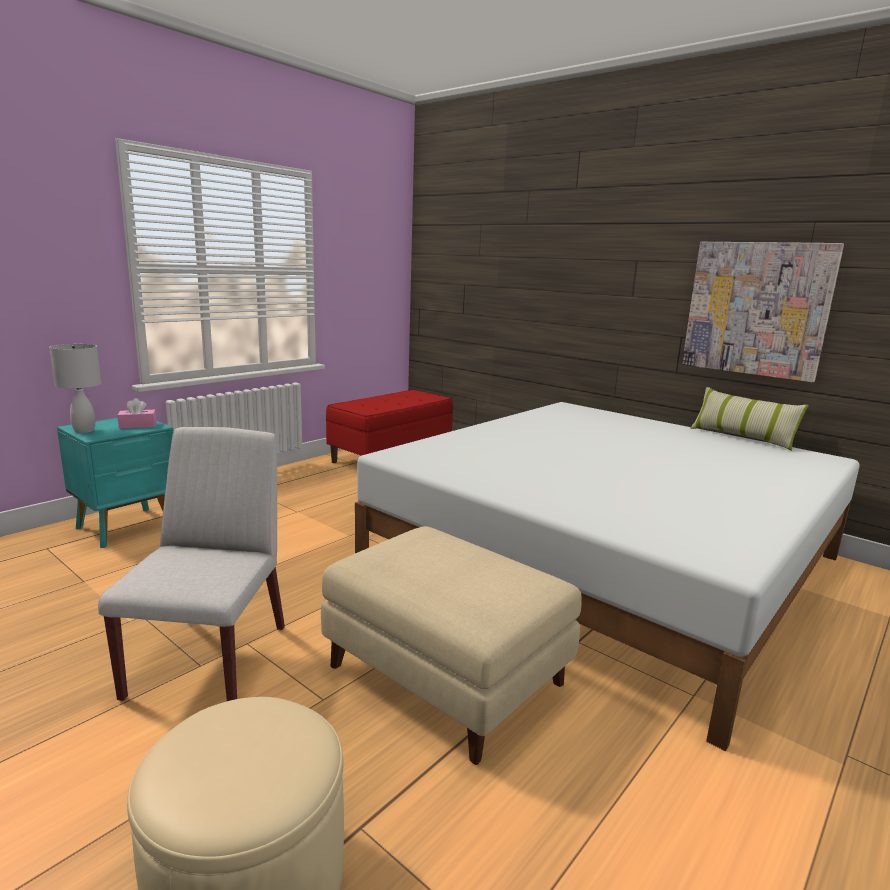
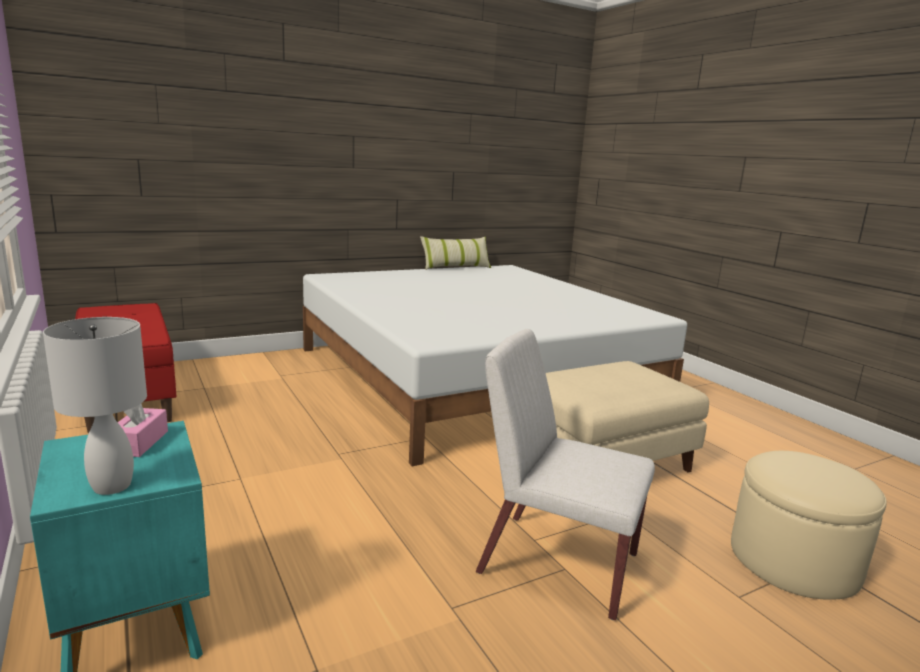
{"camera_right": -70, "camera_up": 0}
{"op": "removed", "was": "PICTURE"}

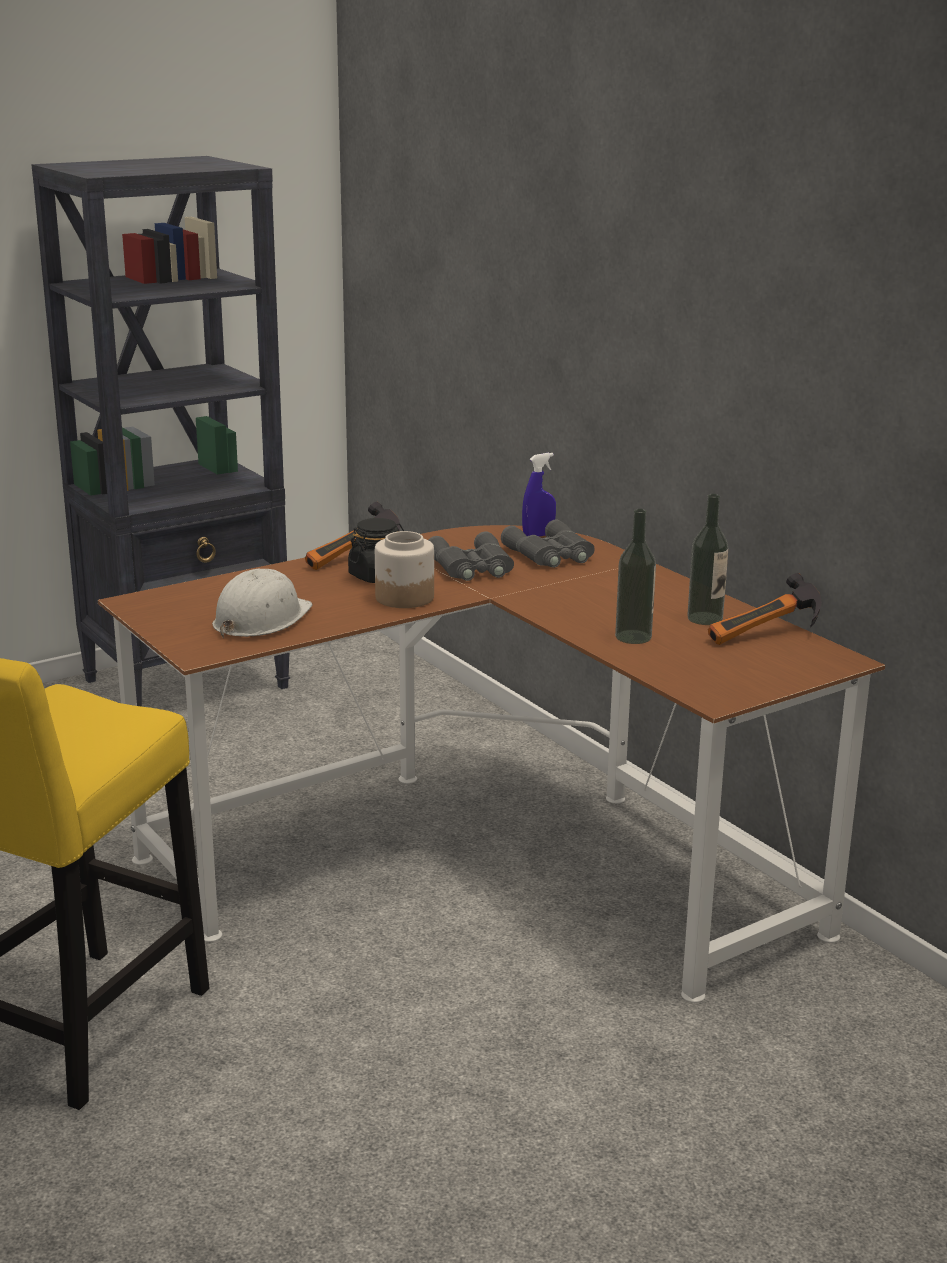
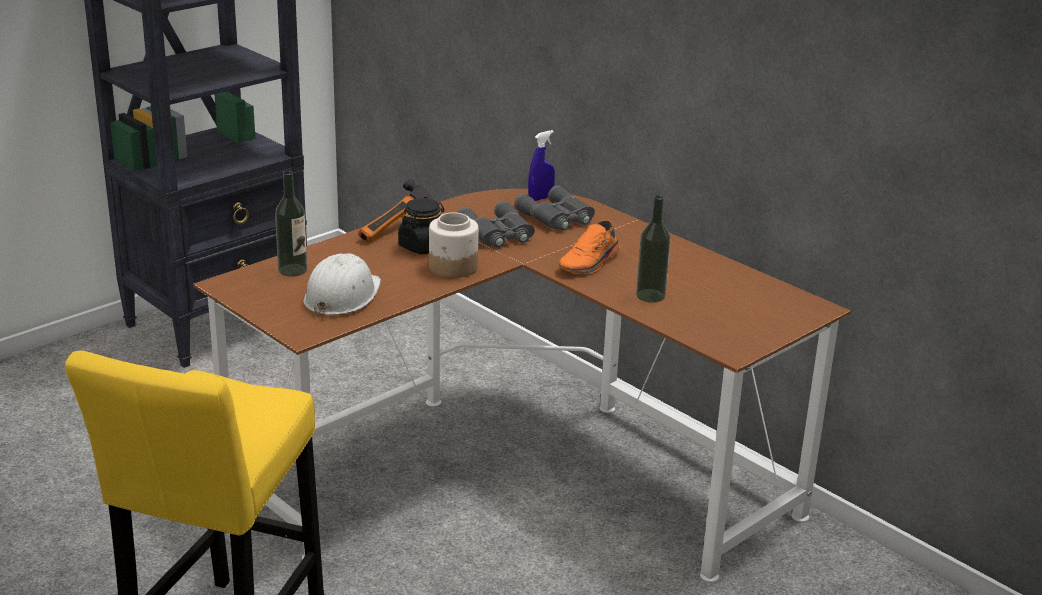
{"camera_right": -10, "camera_up": 5}
{"op": "removed", "was": "HAMMER (2nd from left)"}
{"op": "added", "now": "ORANGE SHOE"}
{"op": "moved", "was": "BOTTLE (2nd from left in the first image)", "now": "BOTTLE (1st from left)"}

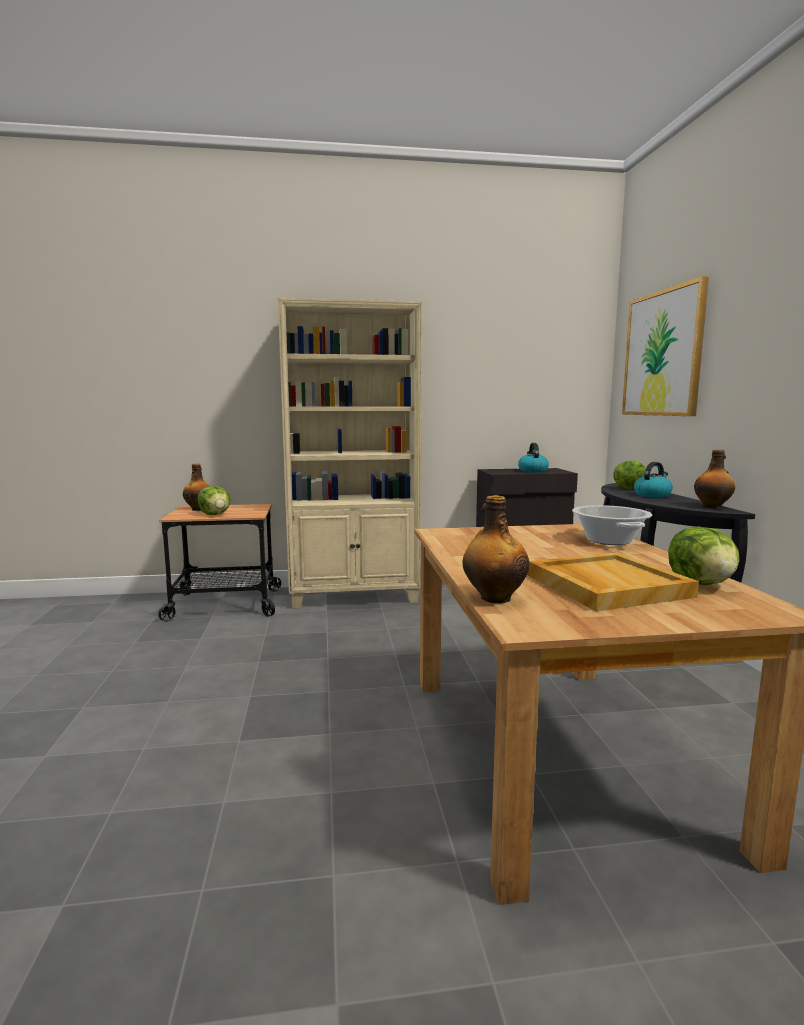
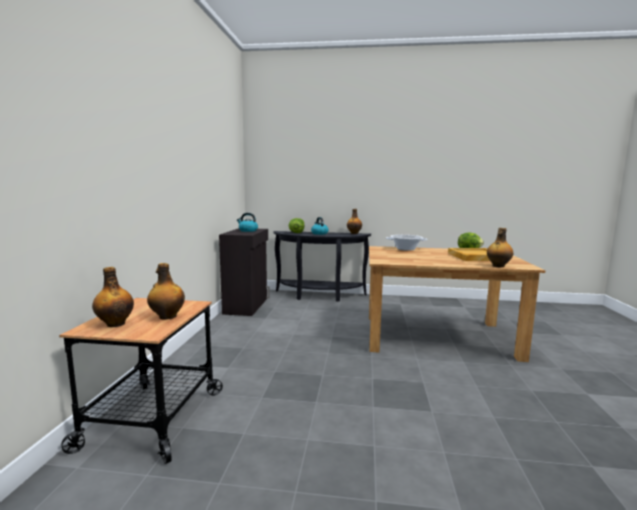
{"camera_right": -75, "camera_up": 0}
{"op": "removed", "was": "BEIGE BOOKCASE"}
{"op": "removed", "was": "PICTURE"}
{"op": "replaced", "was": "LETTUCE (1st from left)", "now": "BOTTLE (2nd from left)"}

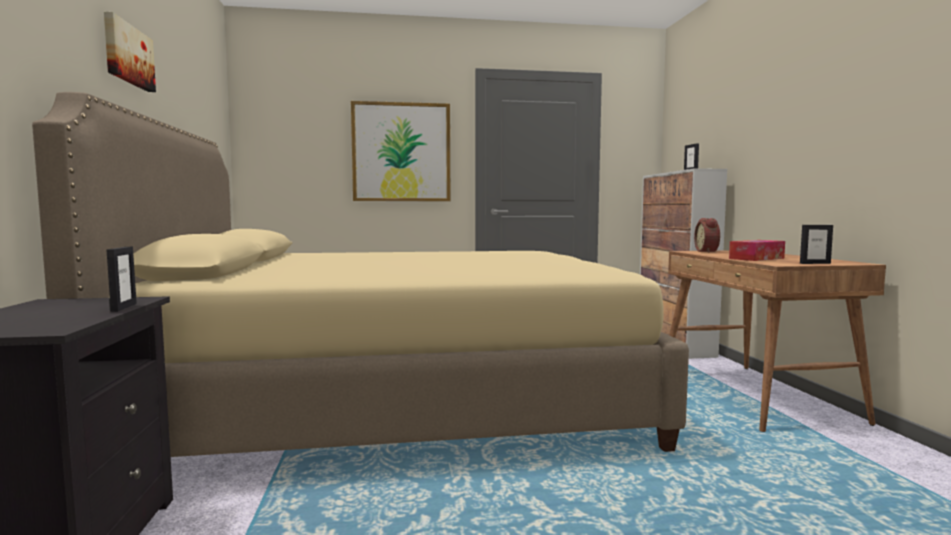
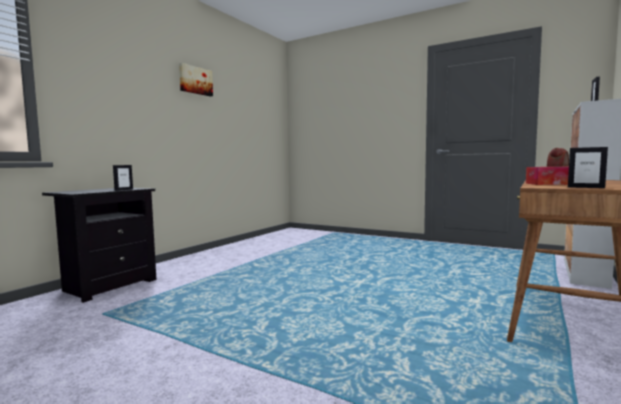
{"camera_right": 40, "camera_up": 0}
{"op": "removed", "was": "BEIGE BED"}
{"op": "removed", "was": "PICTURE (2nd from left)"}

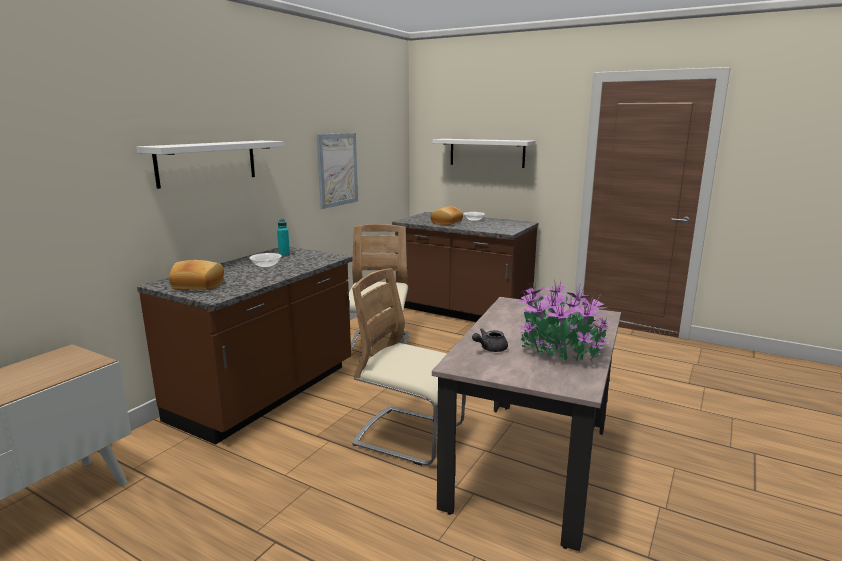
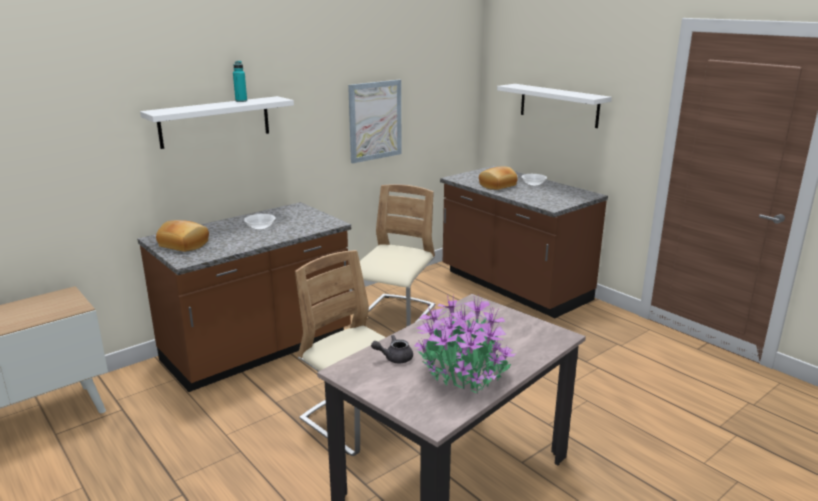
{"camera_right": 20, "camera_up": 5}
{"op": "moved", "was": "TURQUOISE BOTTLE"}

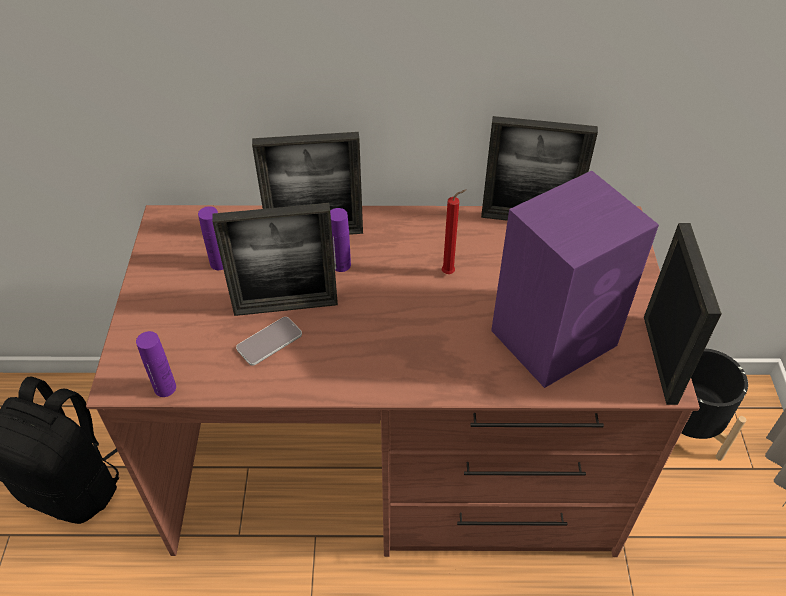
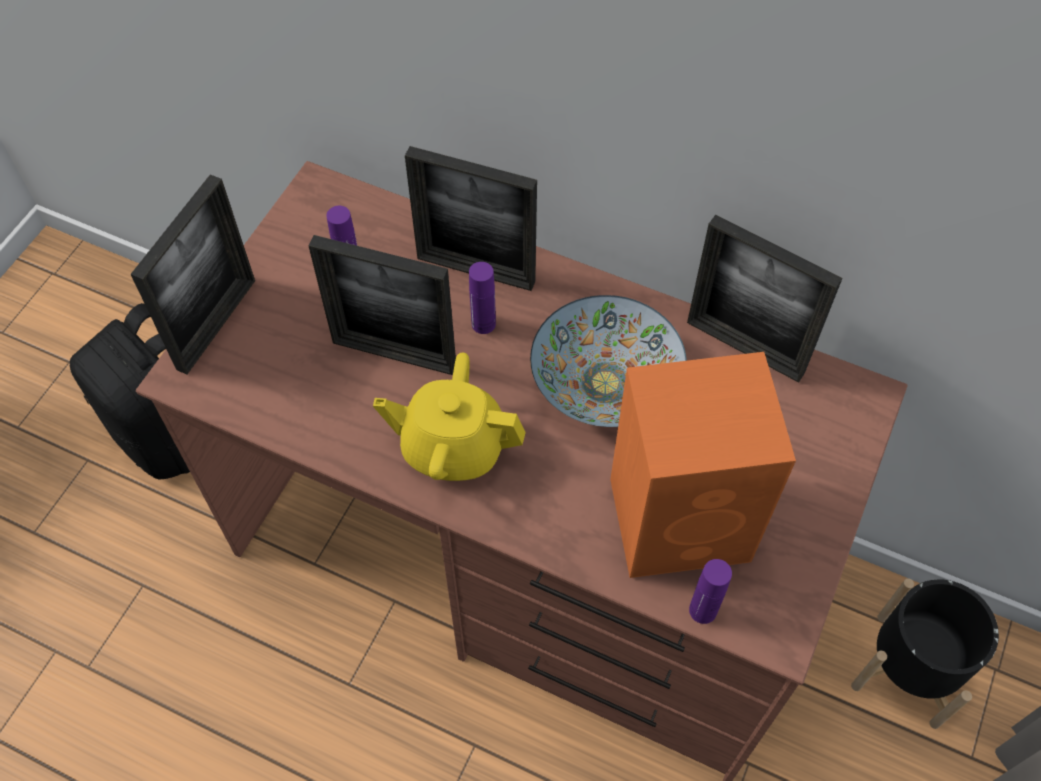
{"camera_right": 25, "camera_up": 10}
{"op": "removed", "was": "PHONE"}
{"op": "added", "now": "YELLOW TEAPOT"}
{"op": "moved", "was": "PURPLE BOTTLE (1st from left in the first image)", "now": "PURPLE BOTTLE (3rd from left)"}
{"op": "moved", "was": "PICTURE FRAME (4th from left in the first image)", "now": "PICTURE FRAME (1st from left)"}
{"op": "replaced", "was": "RED CANDLE", "now": "BOWL"}
{"op": "recoloured", "was": "PURPLE SPEAKER", "now": "ORANGE SPEAKER"}

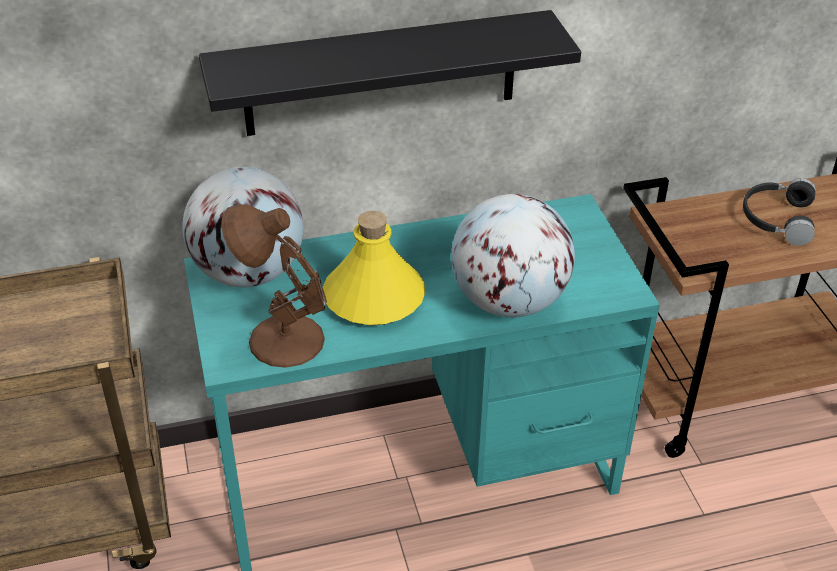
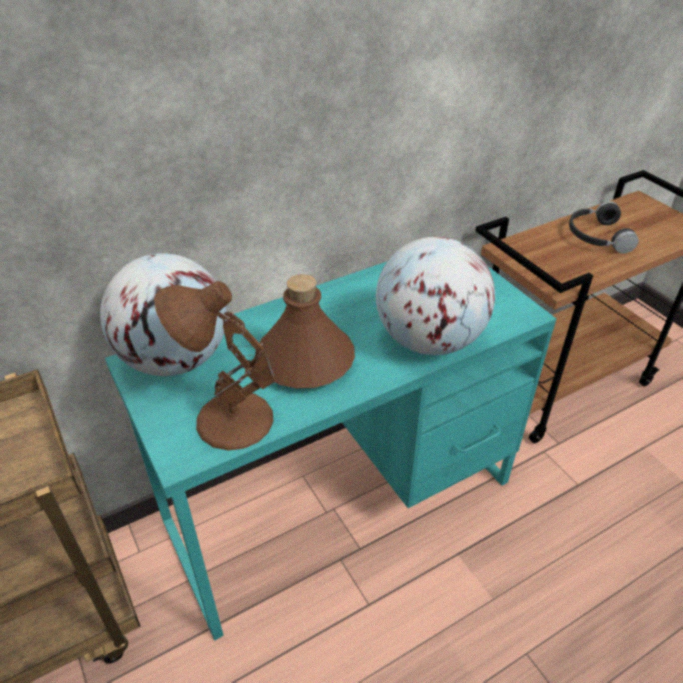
{"camera_right": -15, "camera_up": 0}
{"op": "removed", "was": "BLACK SHELF"}
{"op": "recoloured", "was": "YELLOW BOTTLE", "now": "BROWN BOTTLE"}

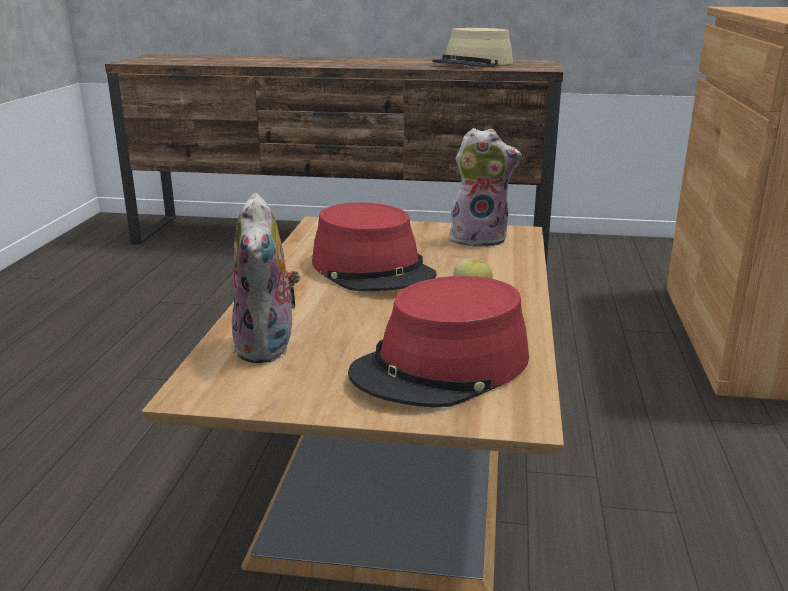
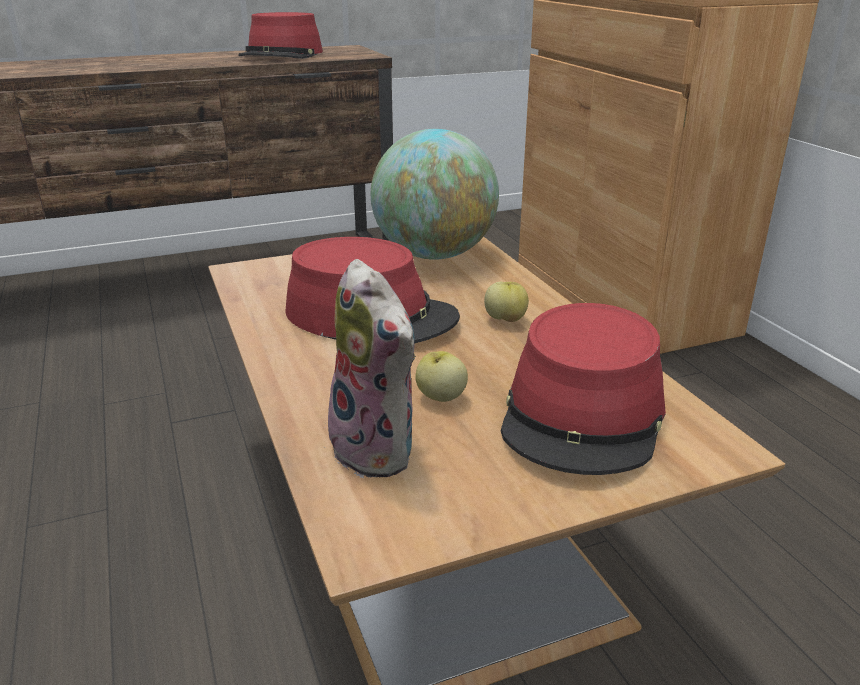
{"camera_right": -30, "camera_up": 5}
{"op": "added", "now": "APPLE (1st from left)"}
{"op": "replaced", "was": "PLUSH TOY (2nd from left)", "now": "GLOBE"}
{"op": "recoloured", "was": "BEIGE HAT", "now": "RED HAT (1st from left)"}

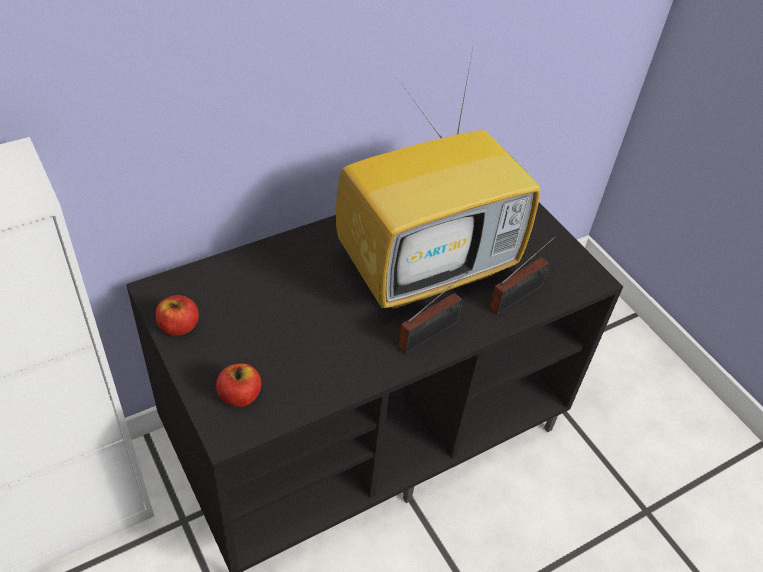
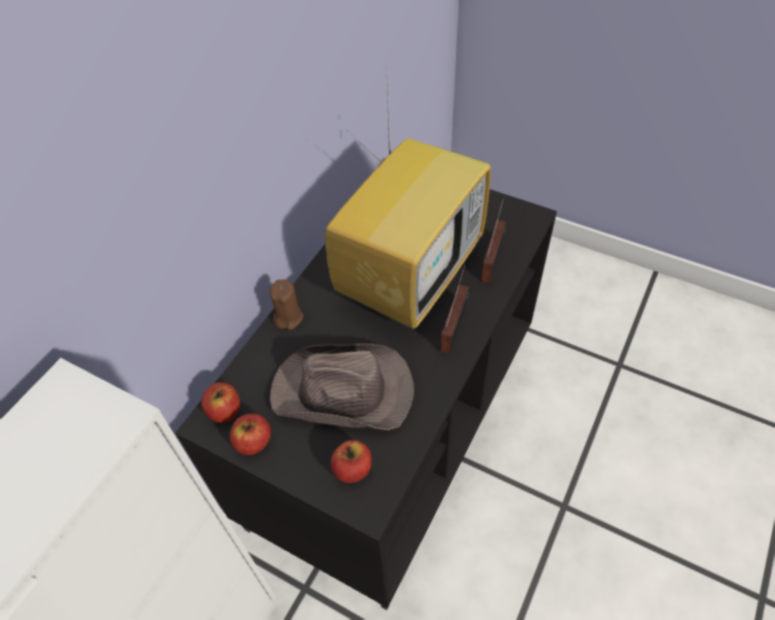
{"camera_right": -25, "camera_up": 5}
{"op": "added", "now": "APPLE (1st from left)"}
{"op": "added", "now": "BROWN CANDLE"}
{"op": "added", "now": "BROWN HAT"}

